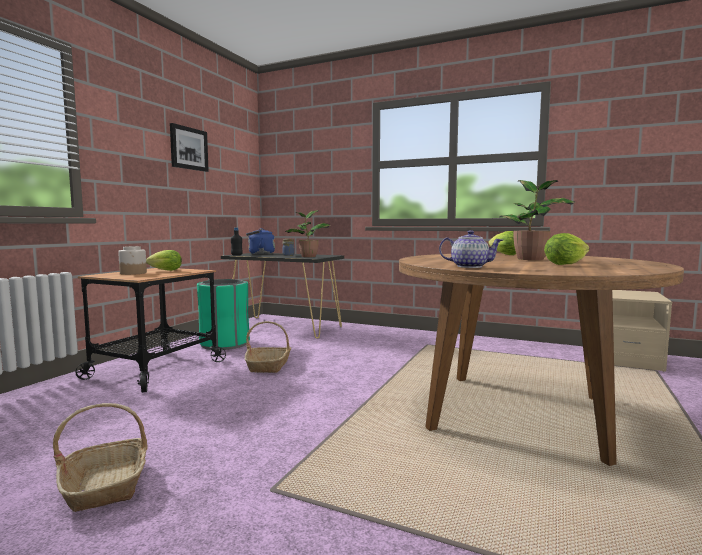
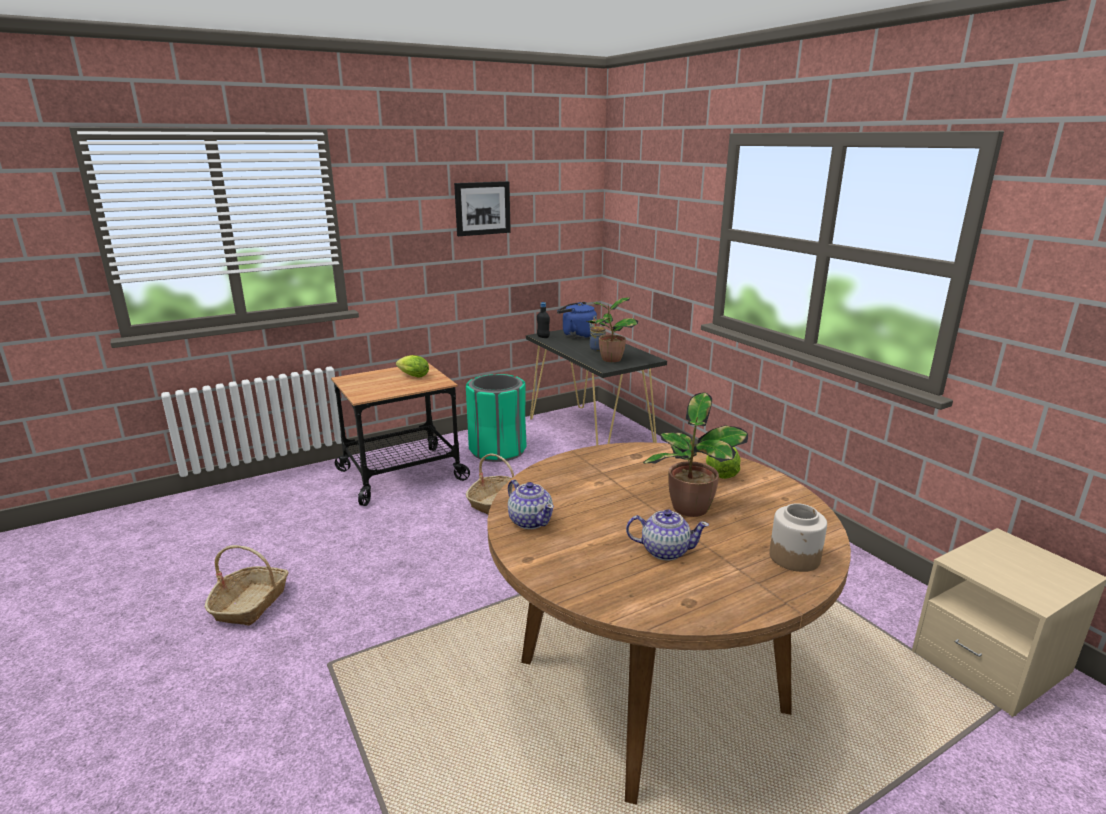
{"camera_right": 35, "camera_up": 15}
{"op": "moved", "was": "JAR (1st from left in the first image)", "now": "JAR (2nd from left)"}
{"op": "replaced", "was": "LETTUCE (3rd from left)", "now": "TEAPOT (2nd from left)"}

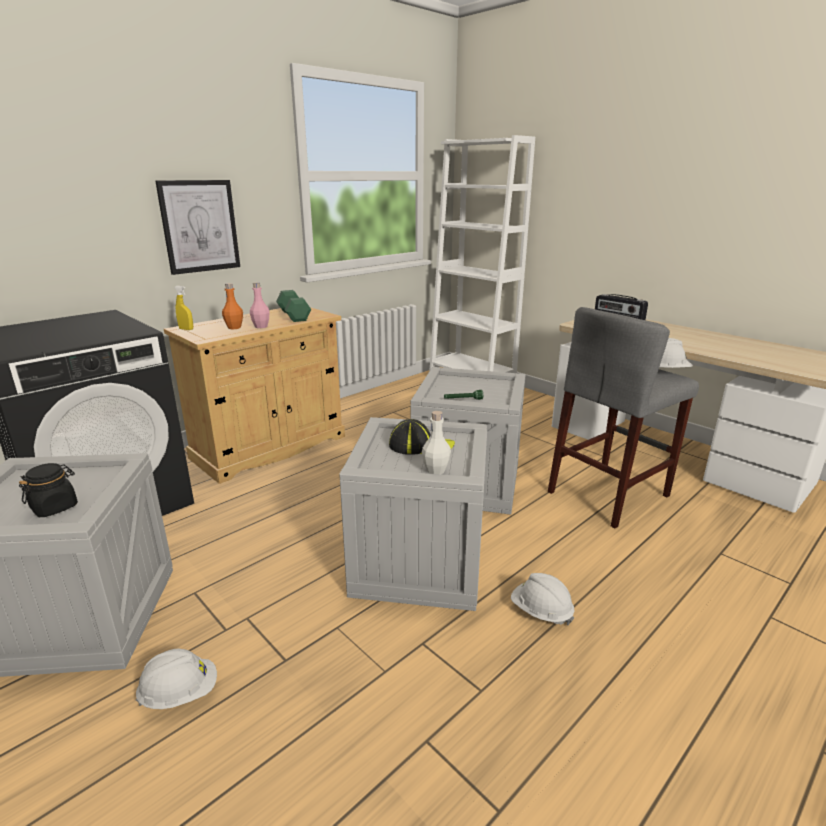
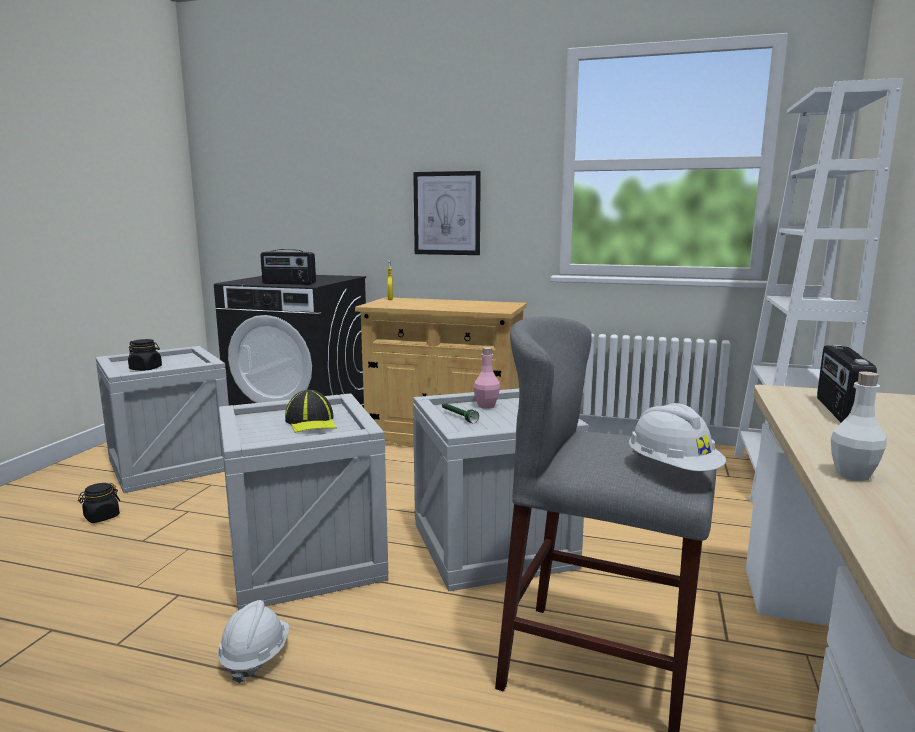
{"camera_right": 60, "camera_up": -10}
{"op": "removed", "was": "ORANGE BOTTLE"}
{"op": "removed", "was": "GREEN DUMBBELL"}
{"op": "added", "now": "RADIO (1st from left)"}
{"op": "moved", "was": "PINK BOTTLE"}
{"op": "moved", "was": "WHITE BOTTLE"}
{"op": "replaced", "was": "WHITE HARD HAT (1st from left)", "now": "BLACK JAR (1st from left)"}

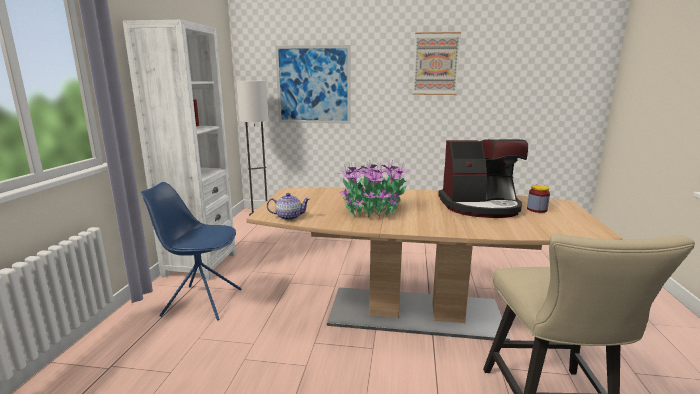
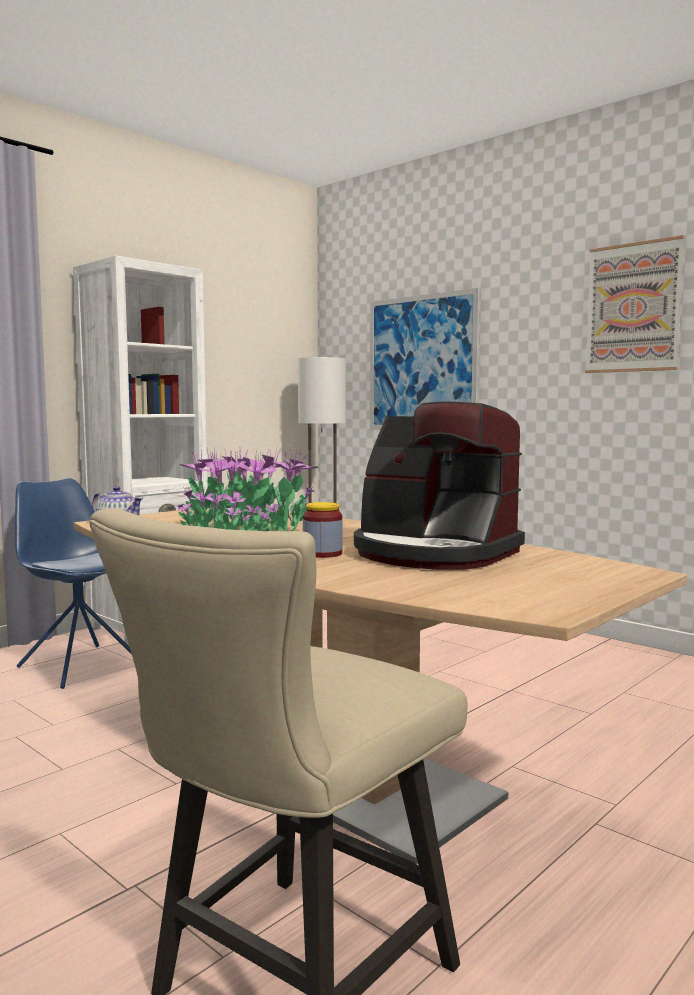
{"camera_right": 35, "camera_up": -10}
{"op": "moved", "was": "JAR"}

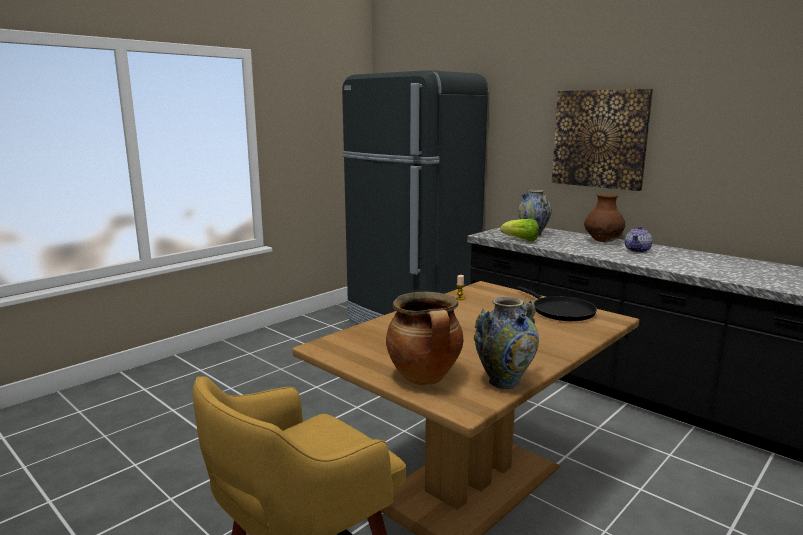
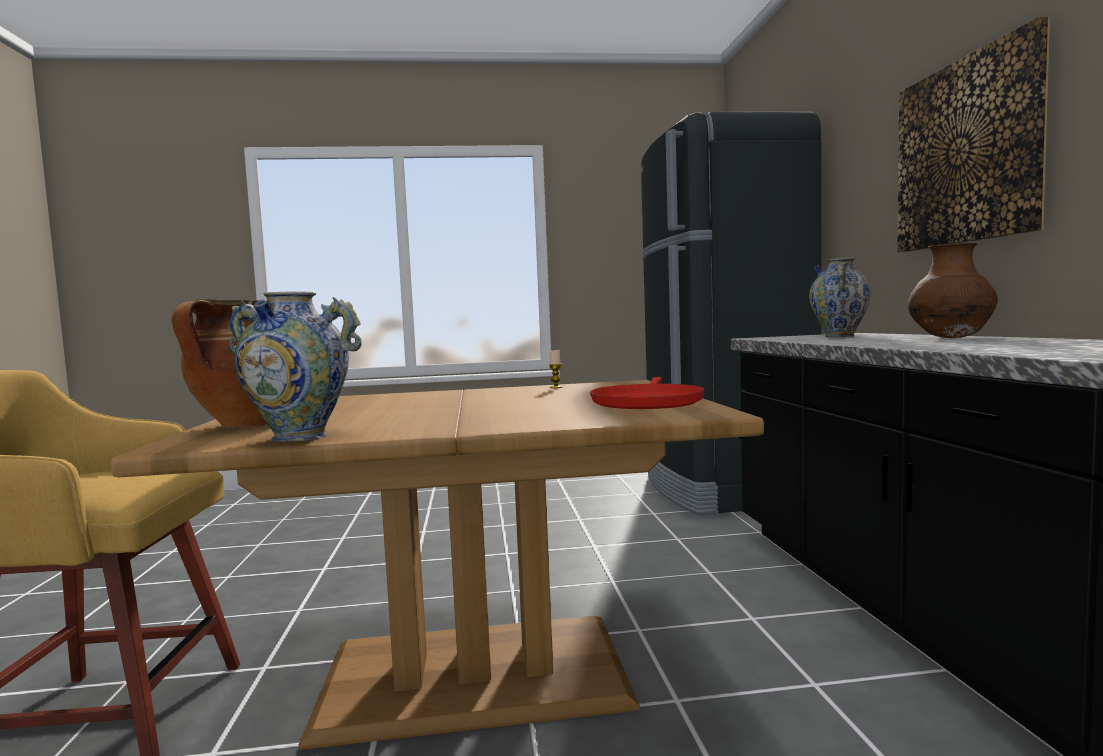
{"camera_right": 40, "camera_up": -10}
{"op": "removed", "was": "LETTUCE"}
{"op": "removed", "was": "TEAPOT"}
{"op": "recoloured", "was": "BLACK FRYING PAN", "now": "RED FRYING PAN"}

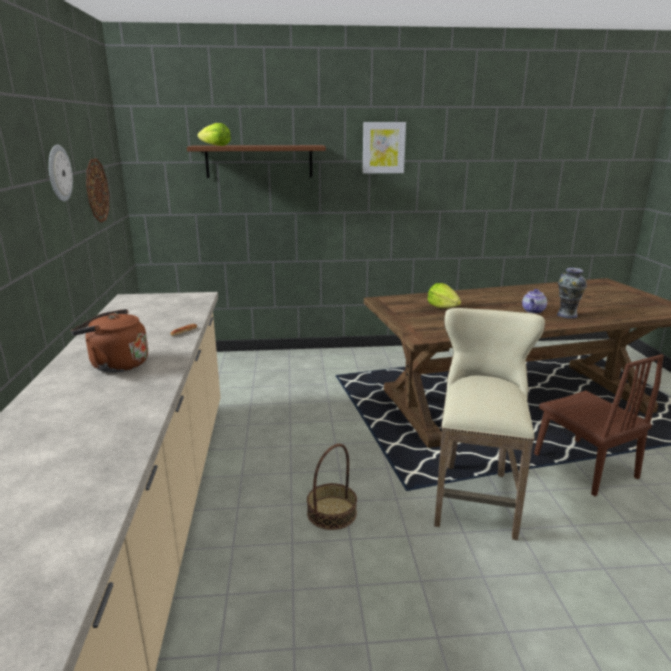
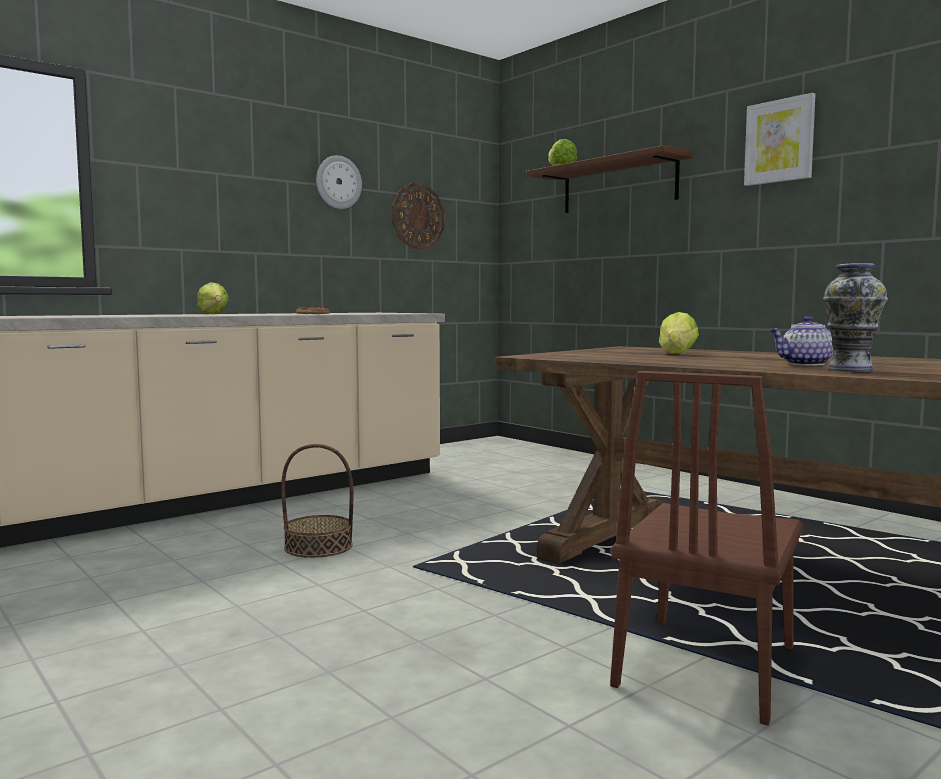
{"camera_right": 55, "camera_up": -15}
{"op": "removed", "was": "BEIGE STOOL"}
{"op": "replaced", "was": "BROWN KETTLE", "now": "LETTUCE (1st from left)"}

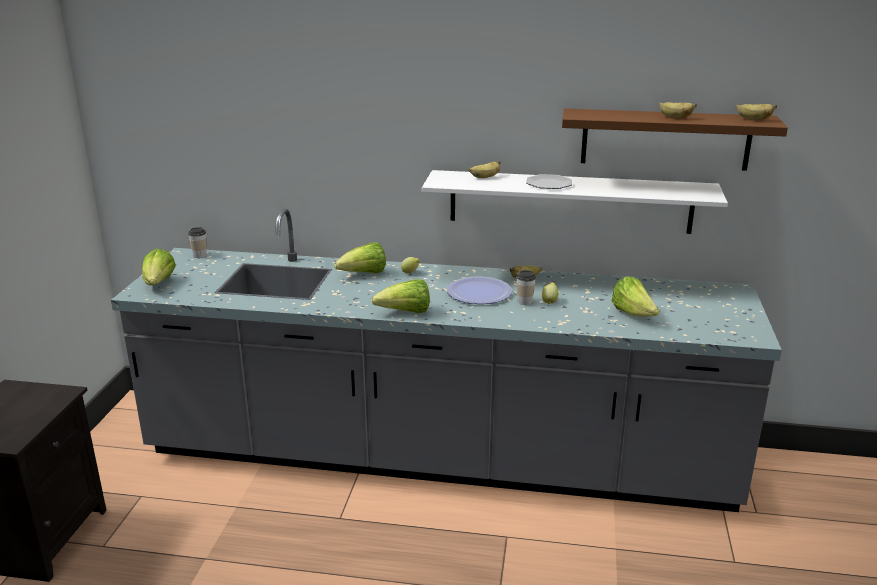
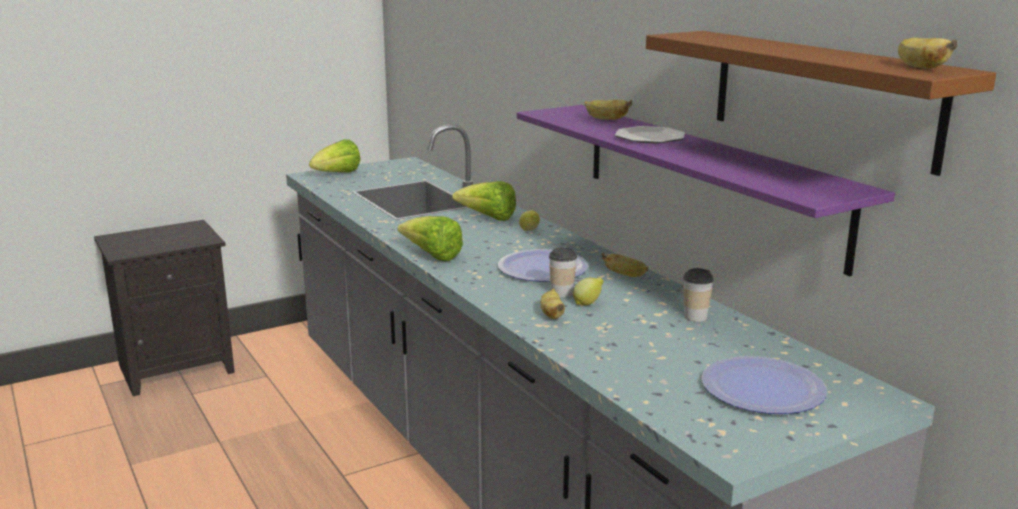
{"camera_right": 50, "camera_up": -5}
{"op": "removed", "was": "LETTUCE (4th from left)"}
{"op": "added", "now": "PLATE (3rd from left)"}
{"op": "moved", "was": "CUP (1st from left in the first image)", "now": "CUP (2nd from left)"}
{"op": "moved", "was": "BANANA (3rd from left in the first image)", "now": "BANANA (1st from left)"}
{"op": "recoloured", "was": "WHITE SHELF", "now": "PURPLE SHELF"}

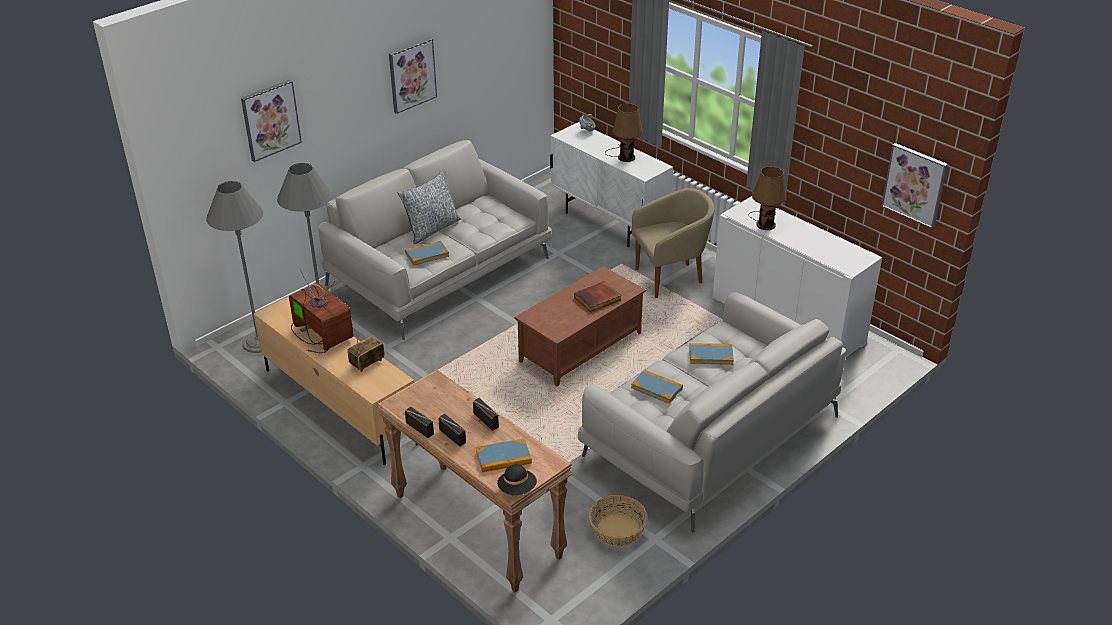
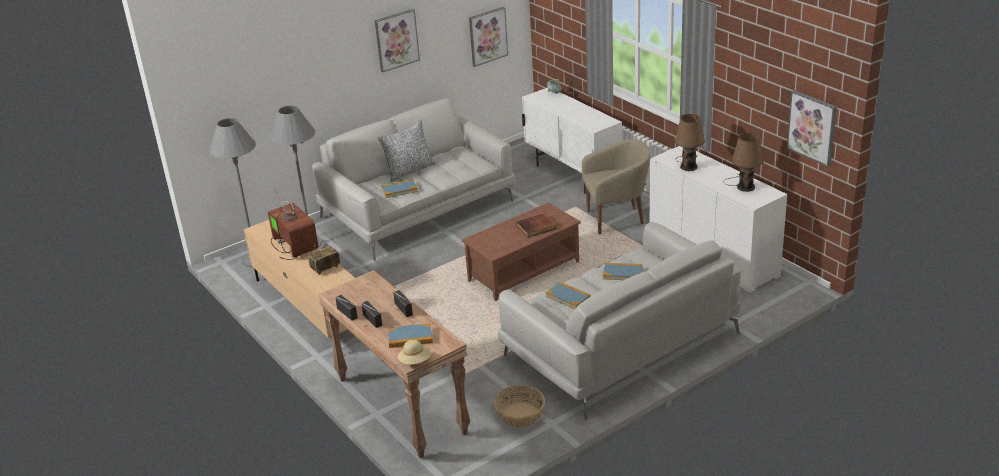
{"camera_right": 10, "camera_up": -5}
{"op": "moved", "was": "PICTURE (1st from left in the first image)", "now": "PICTURE (2nd from left)"}
{"op": "moved", "was": "BROWN TABLE LAMP (1st from left in the first image)", "now": "BROWN TABLE LAMP (2nd from left)"}
{"op": "recoloured", "was": "BLACK HAT", "now": "BEIGE HAT"}

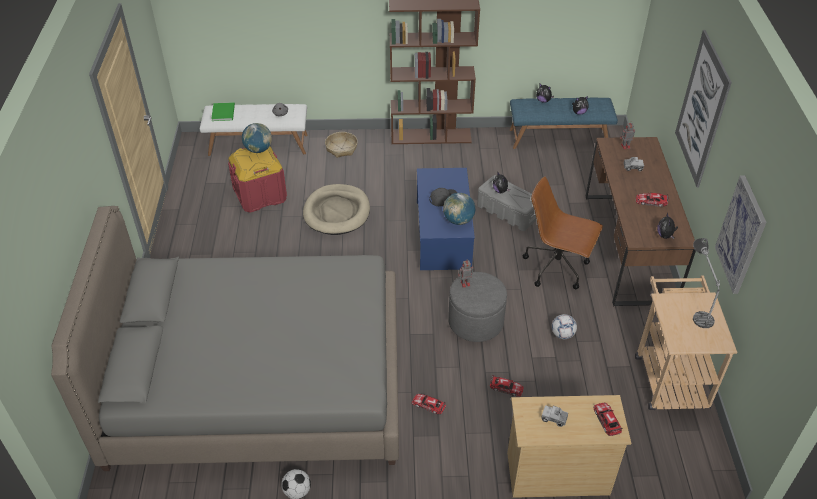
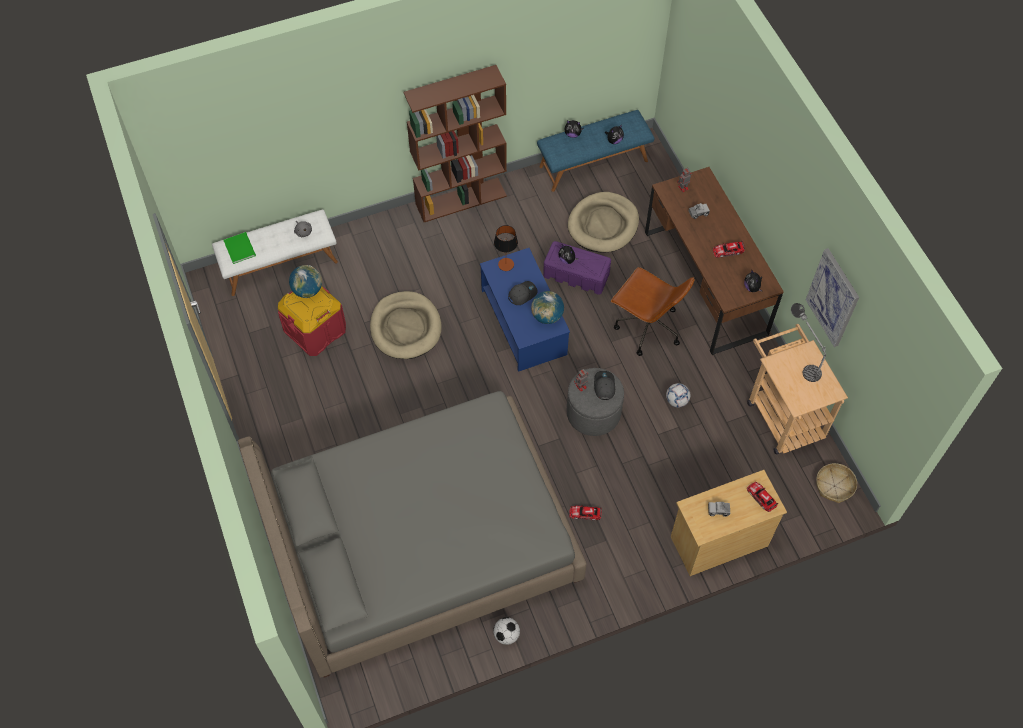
{"camera_right": -20, "camera_up": 15}
{"op": "removed", "was": "TOY CAR (2nd from left)"}
{"op": "removed", "was": "PICTURE (1st from left)"}
{"op": "added", "now": "TABLE LAMP (1st from left)"}
{"op": "added", "now": "BEIGE DOG BED (2nd from left)"}
{"op": "added", "now": "GREY CAP (2nd from left)"}
{"op": "moved", "was": "BASKET"}
{"op": "recoloured", "was": "GREY STORAGE BOX", "now": "PURPLE STORAGE BOX"}
{"op": "turned", "was": "BROWN OFFICE CHAIR", "clockwise": -150}

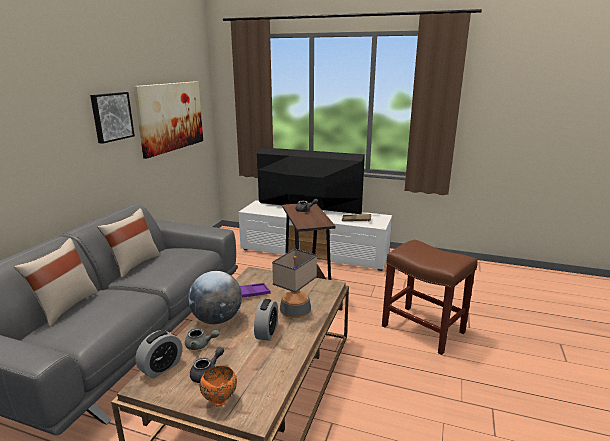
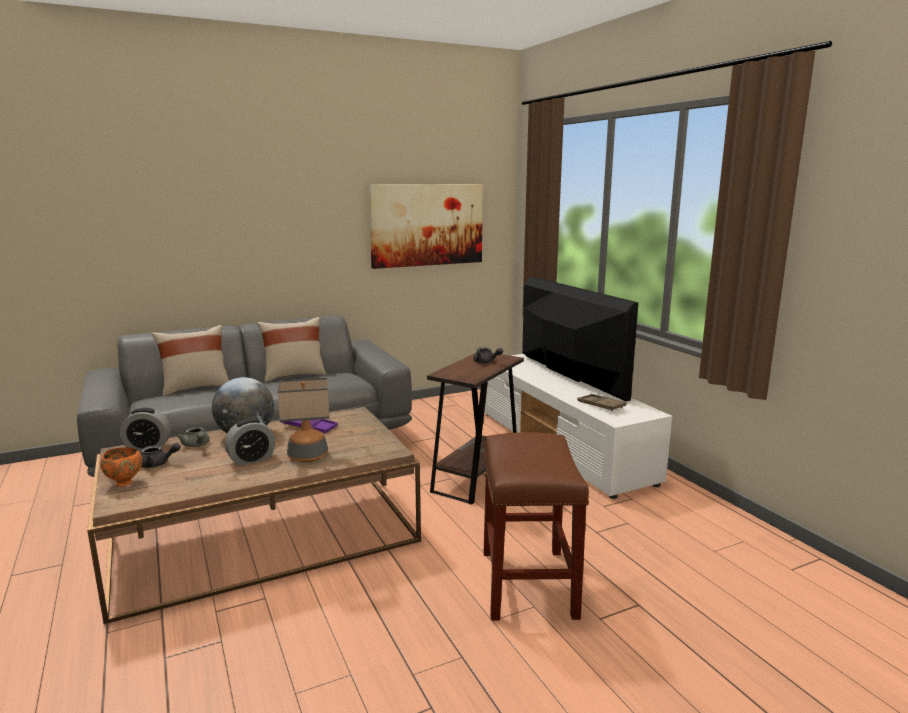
{"camera_right": 45, "camera_up": -5}
{"op": "removed", "was": "PICTURE (1st from left)"}

